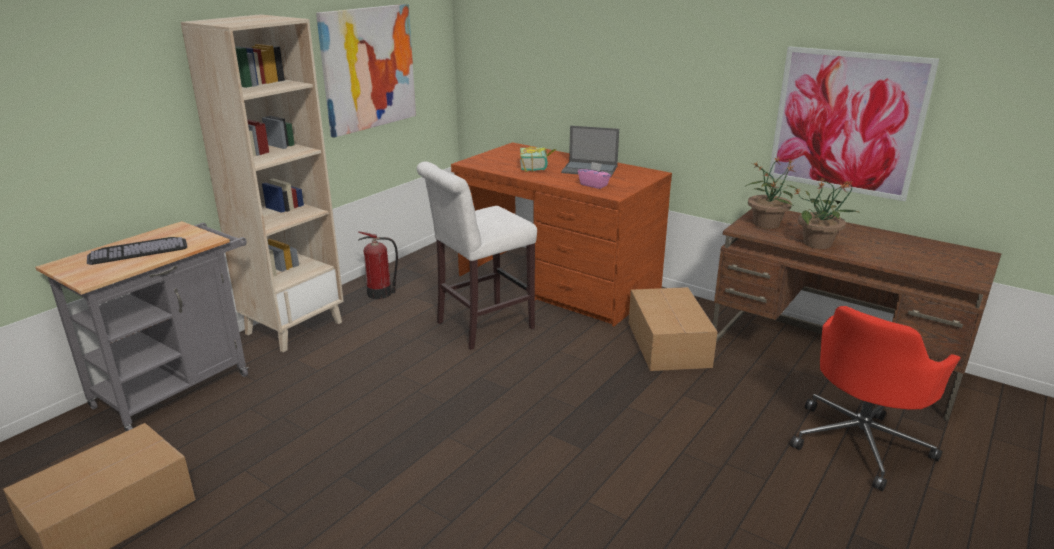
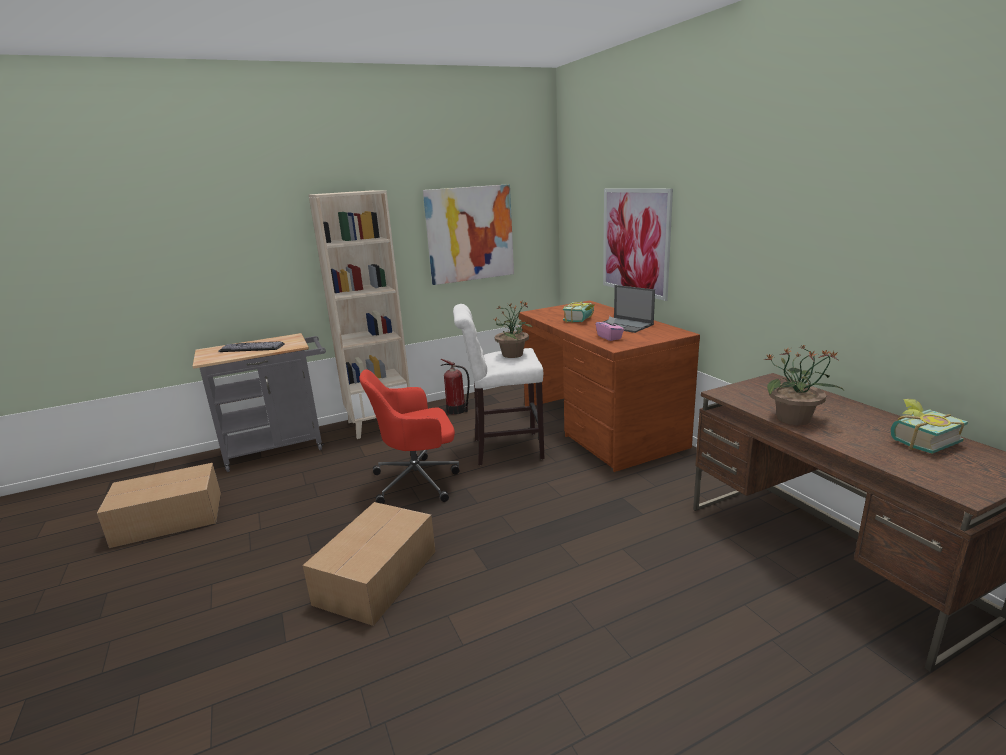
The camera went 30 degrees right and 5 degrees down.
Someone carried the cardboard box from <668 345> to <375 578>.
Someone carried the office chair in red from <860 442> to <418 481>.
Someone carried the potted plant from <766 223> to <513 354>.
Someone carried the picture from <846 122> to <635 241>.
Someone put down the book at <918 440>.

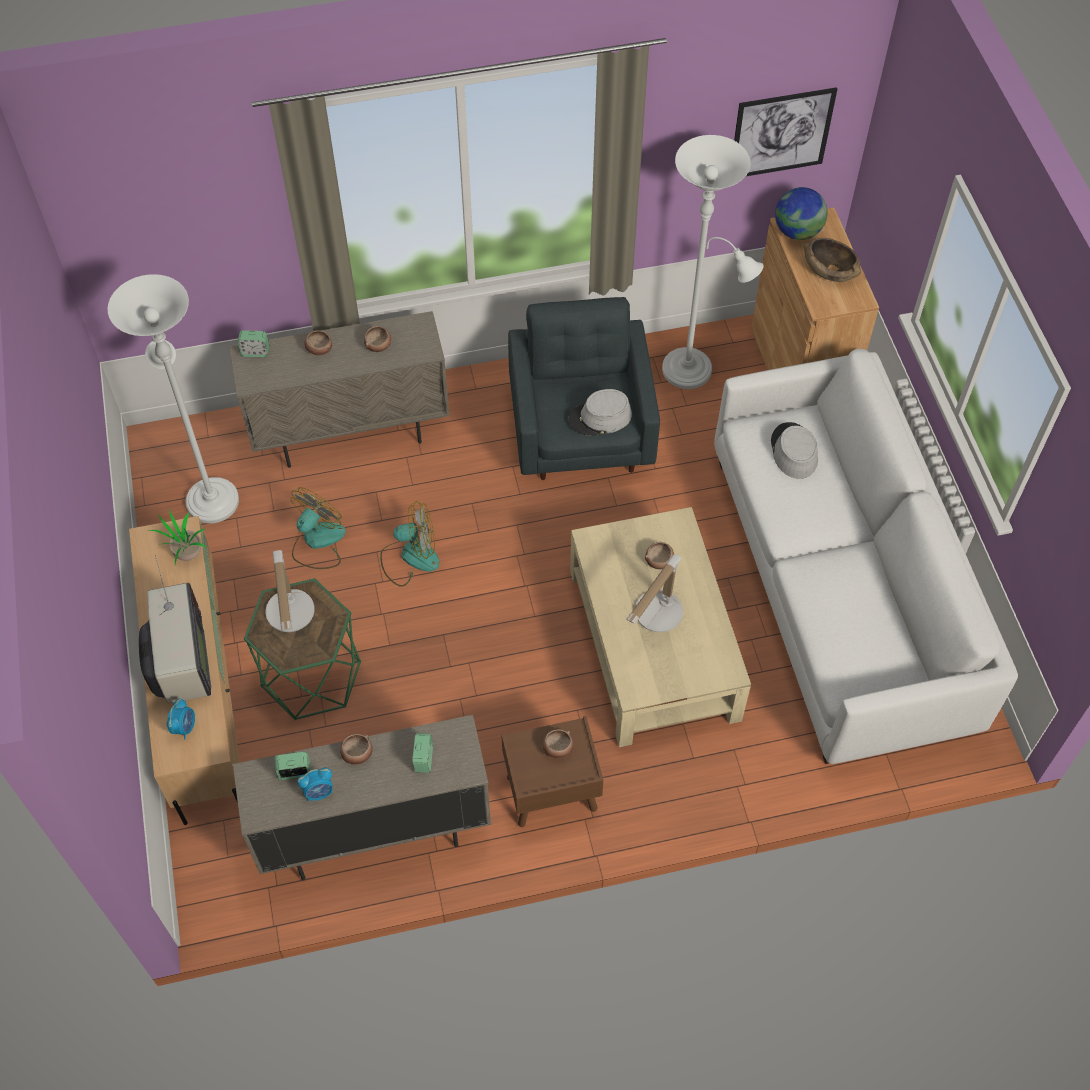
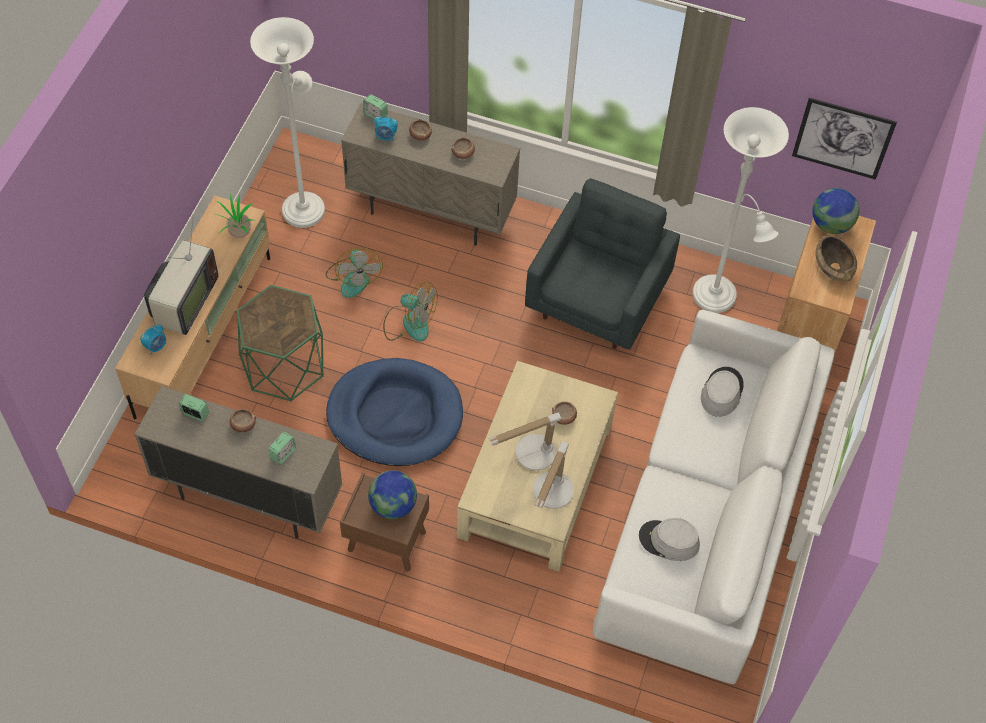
The camera went 30 degrees right and 0 degrees up.
Someone rotated the fan at <317 542> by 105 degrees clockwise.
Someone put down the dog bed in blue at <395 415>.
Someone swapped the bowl at <557 748> for the globe at <393 505>.
Someone carried the alarm clock from <319 791> to <386 137>.
Someone carried the table lamp from <291 617> to <551 495>.
Someone carried the hat in grey from <600 417> to <669 541>.

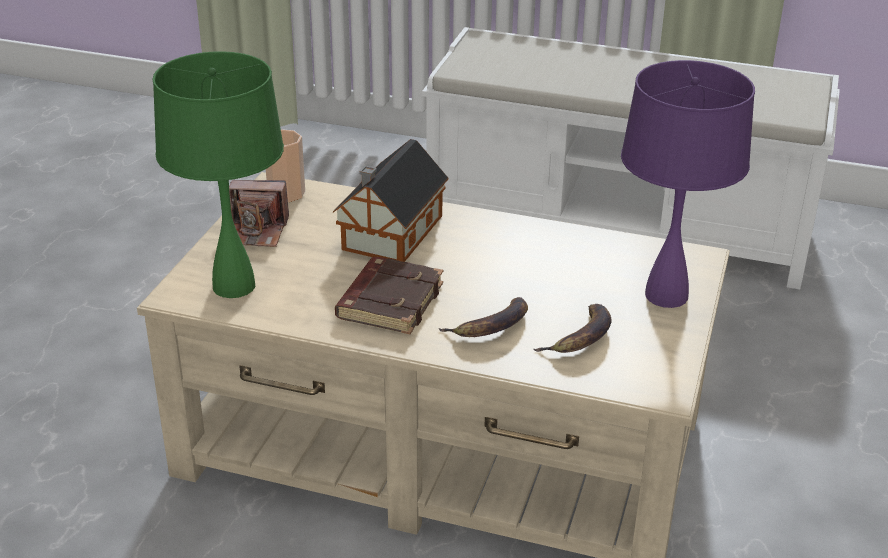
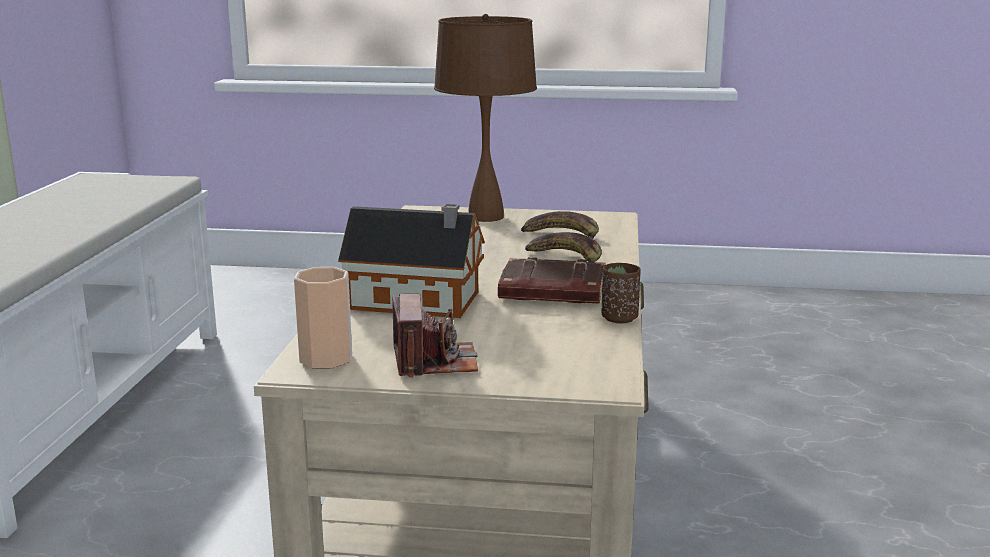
The camera went 100 degrees left and 15 degrees down.
Someone repainted the table lamp in purple at <665 295>, which became the table lamp in brown at <485 217>.
Someone put down the cup in brown at <619 318>.
Someone took away the table lamp in green at <233 285>.

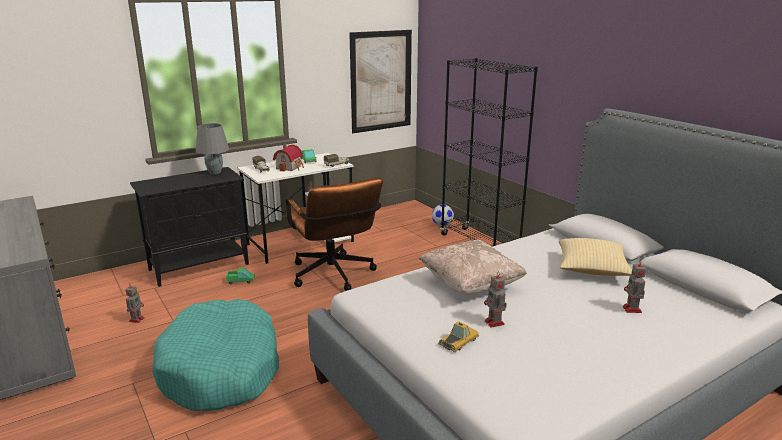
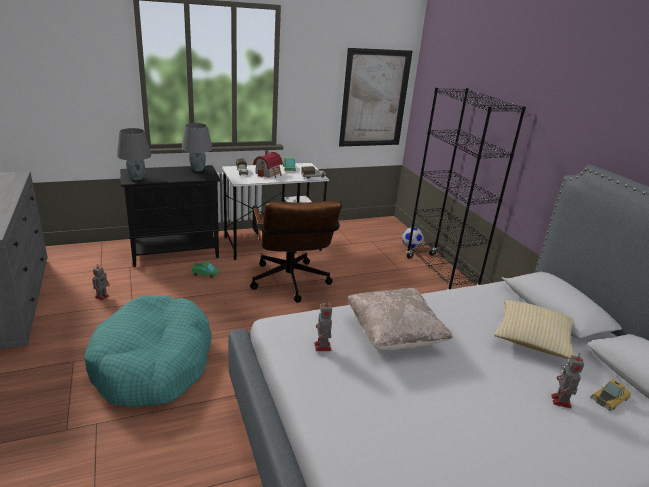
The camera went 10 degrees right and 5 degrees up.
Someone put down the table lamp in grey at <136 178>.
Someone carried the toy robot from <495 323> to <322 347>.
Someone carried the toy car from <459 341> to <610 398>.

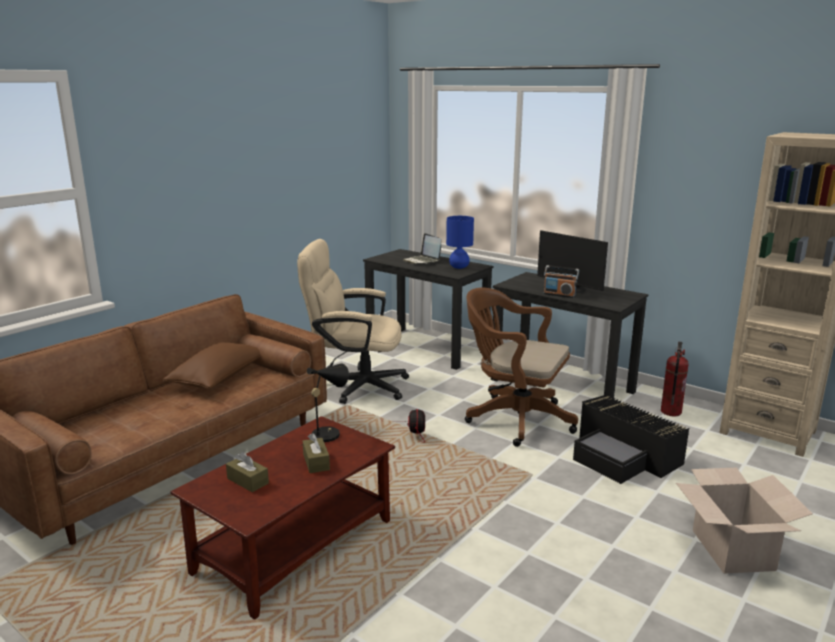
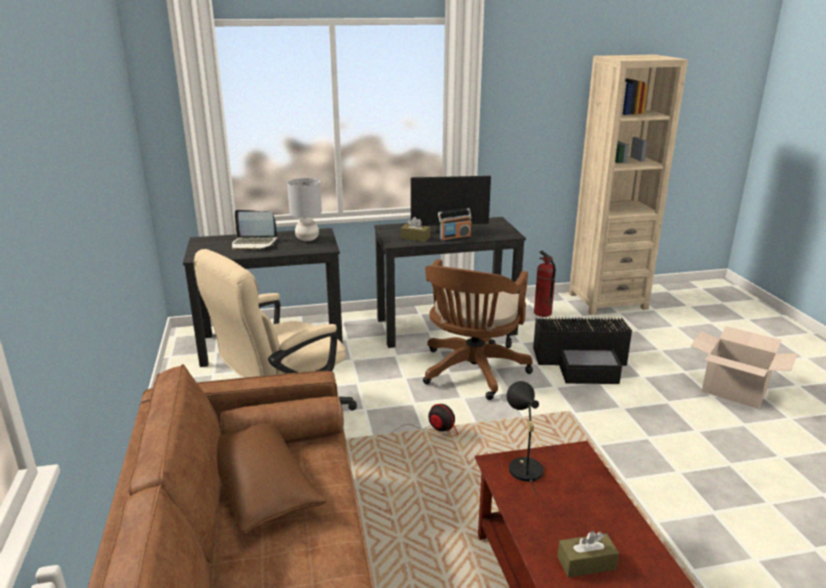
The camera went 50 degrees left and 5 degrees up.
Someone repainted the table lamp in blue at <459 267>, which became the table lamp in grey at <307 239>.
Someone carried the tissue box in brown from <316 462> to <415 238>.
Someone rotated the office chair in brown at <514 419> by 45 degrees counterclockwise.

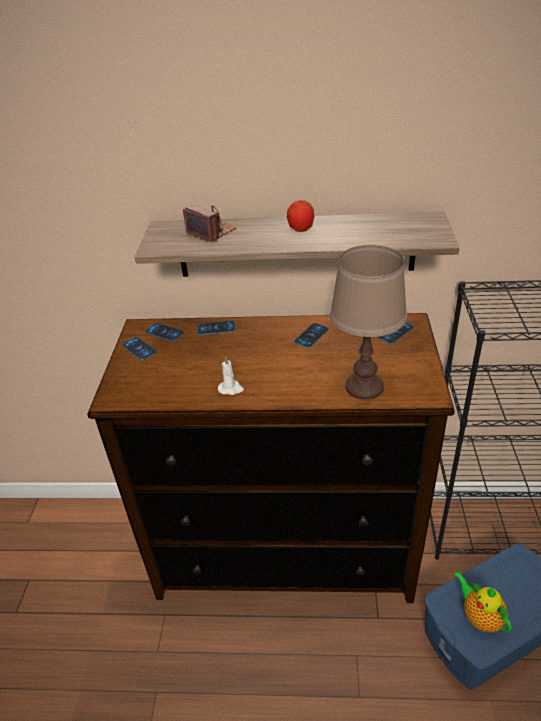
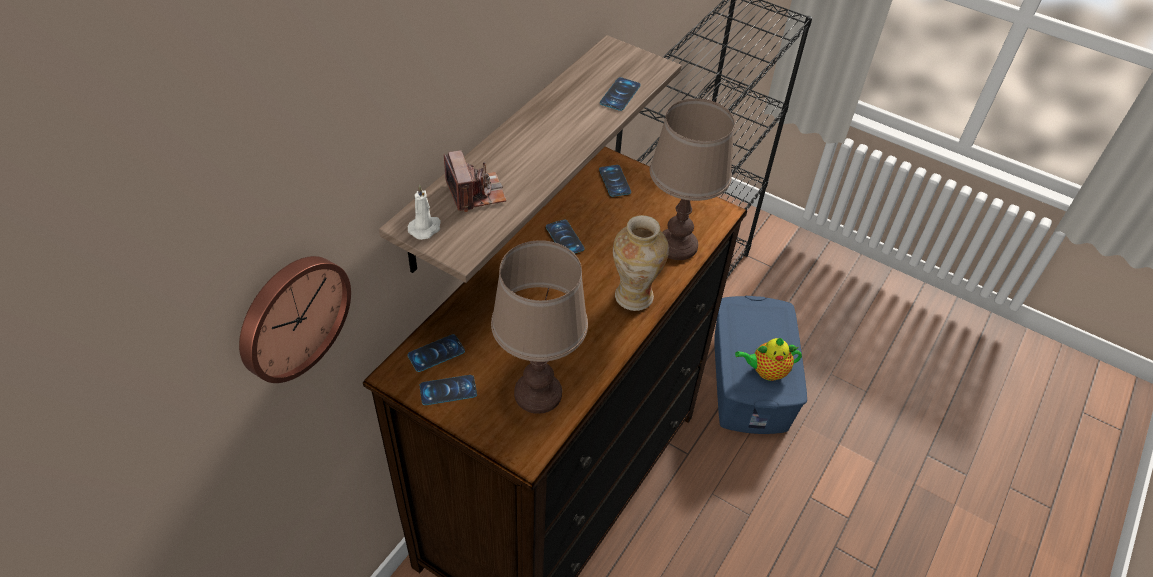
The camera went 65 degrees left and 10 degrees up.
Someone put up the wall clock at <291 316>.
Someone carried the candle in white from <231 389> to <425 228>.
Someone rotated the photo camera at <211 232> by 90 degrees clockwise.
Someone put down the table lamp in brown at <537 394>.
Someone carried the phone from <216 328> to <620 94>.
Someone put down the vase at <633 297>.
Someone took away the apple at <301 229>.

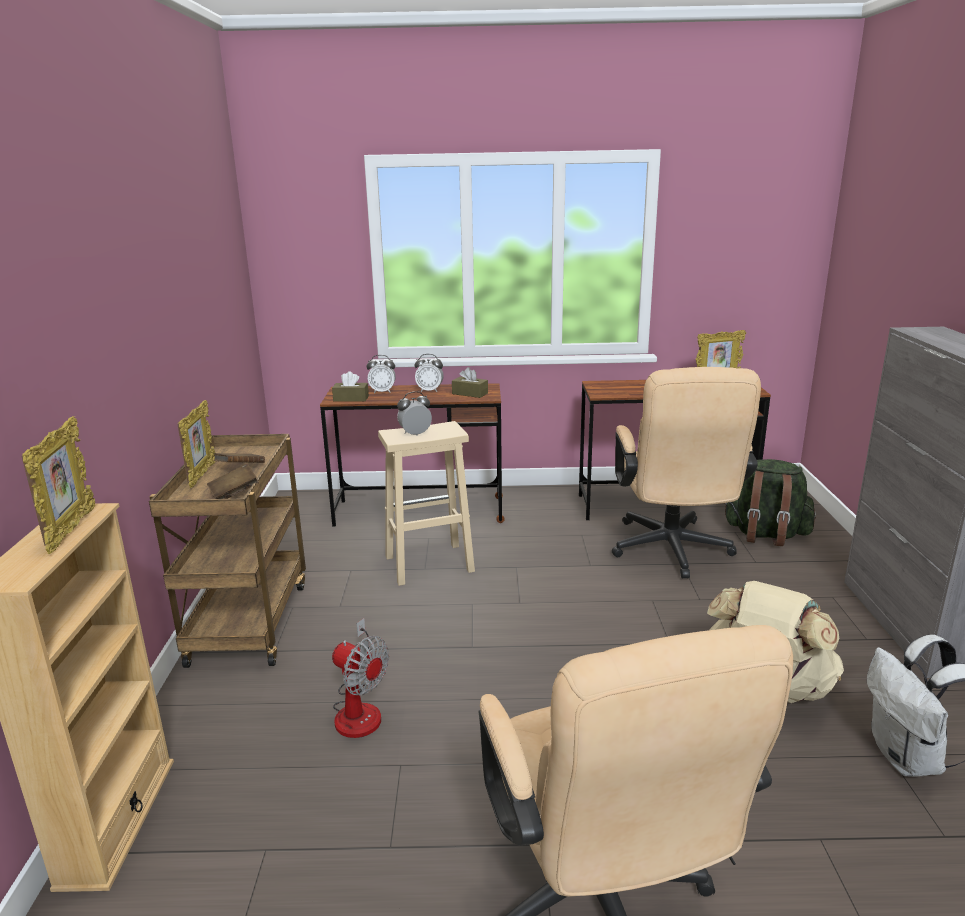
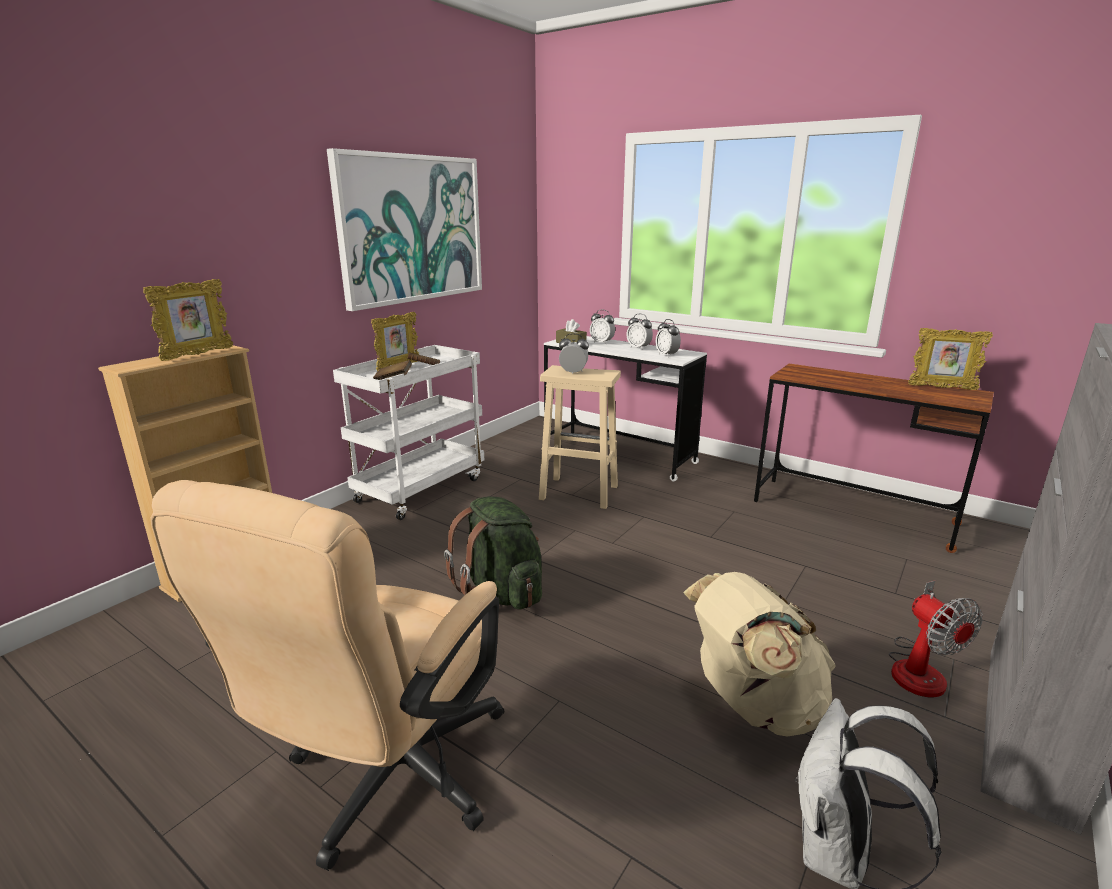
The camera went 35 degrees right and 0 degrees up.
Someone put up the picture at <412 229>.
Someone repainted the cart in brown at <248 621>, which became the cart in white at <420 488>.
Someone carried the backpack in green from <765 535> to <501 592>.
Someone repainted the desk in brown at <419 511>, which became the desk in white at <618 455>.
Someone swapped the tissue box in brown at <470 393> for the alarm clock at <667 355>.
Someone carried the fan from <360 709> to <919 668>.
Someone took away the office chair in beige at <672 553>.

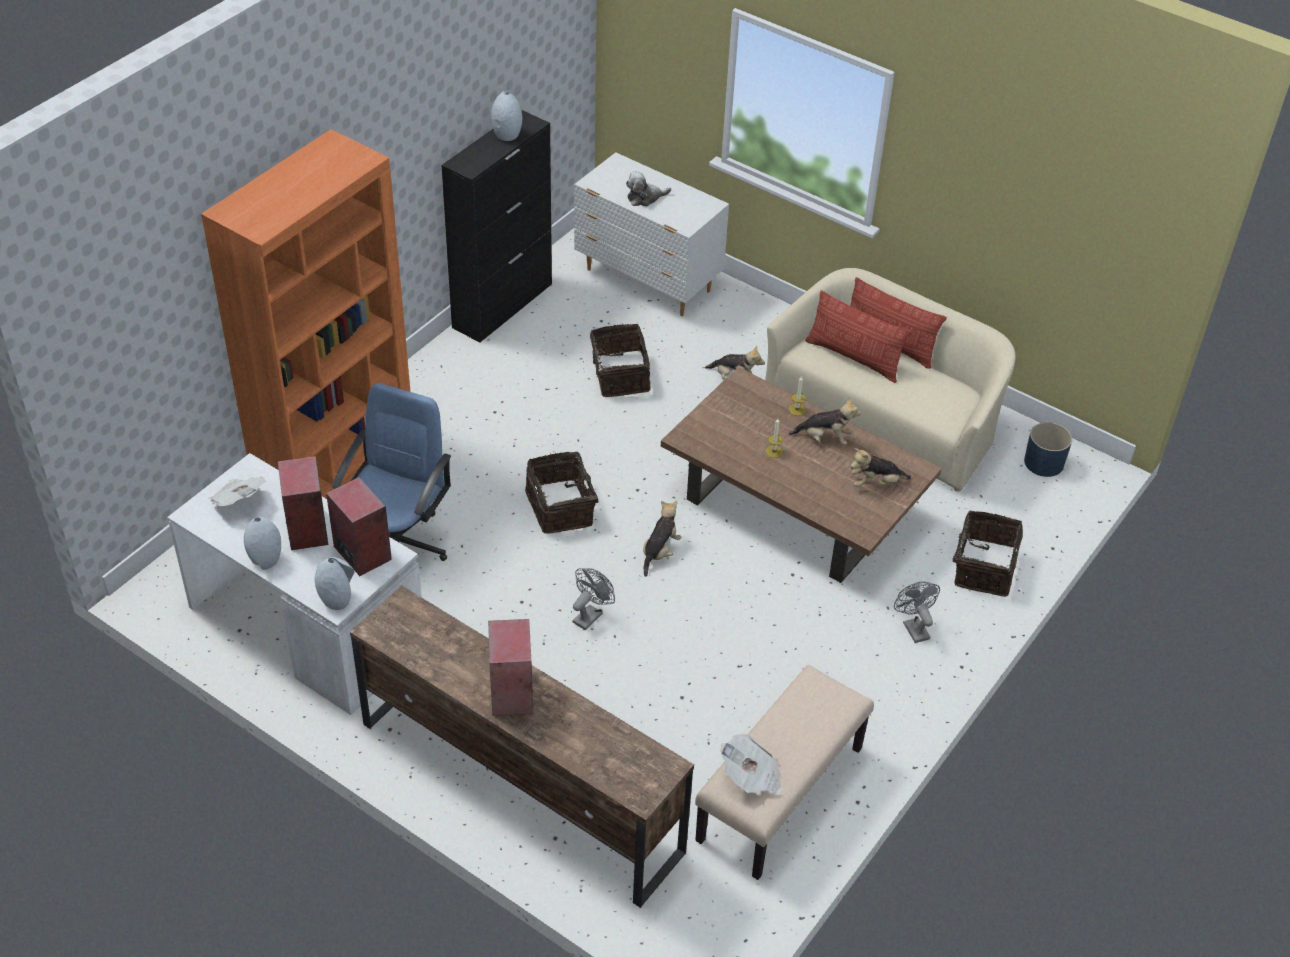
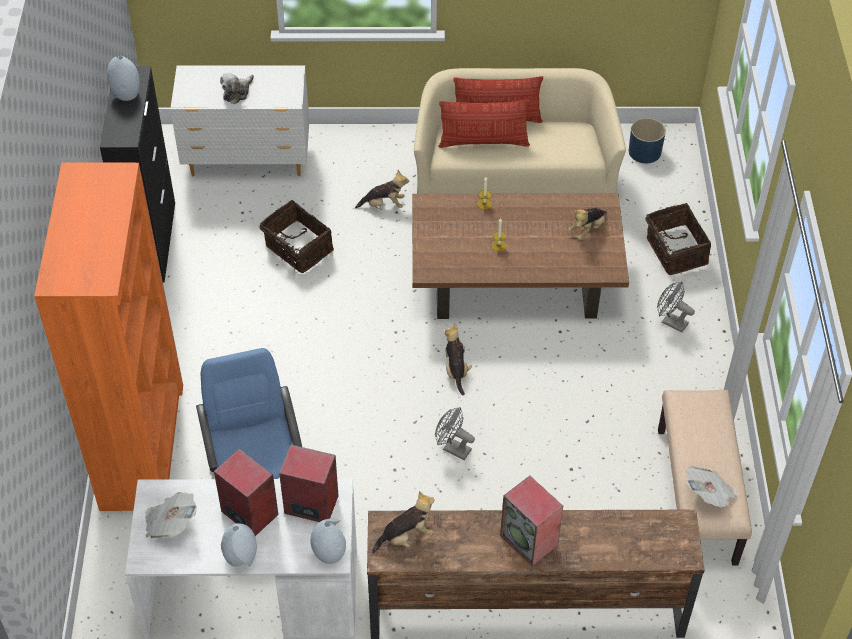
The camera went 35 degrees left and 5 degrees up.
Someone carried the plush toy from <824 438> to <406 536>.
Someone rotated the fan in grey at <590 615> by 60 degrees counterclockwise.
Someone took away the basket at <562 507>.

